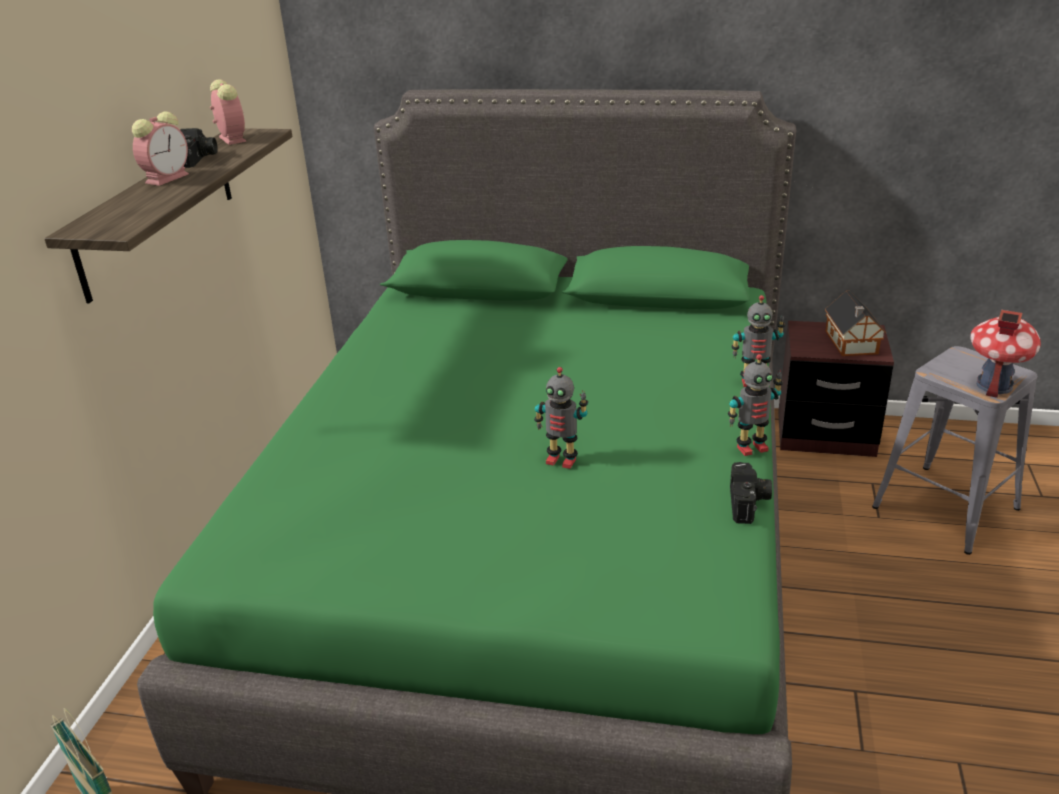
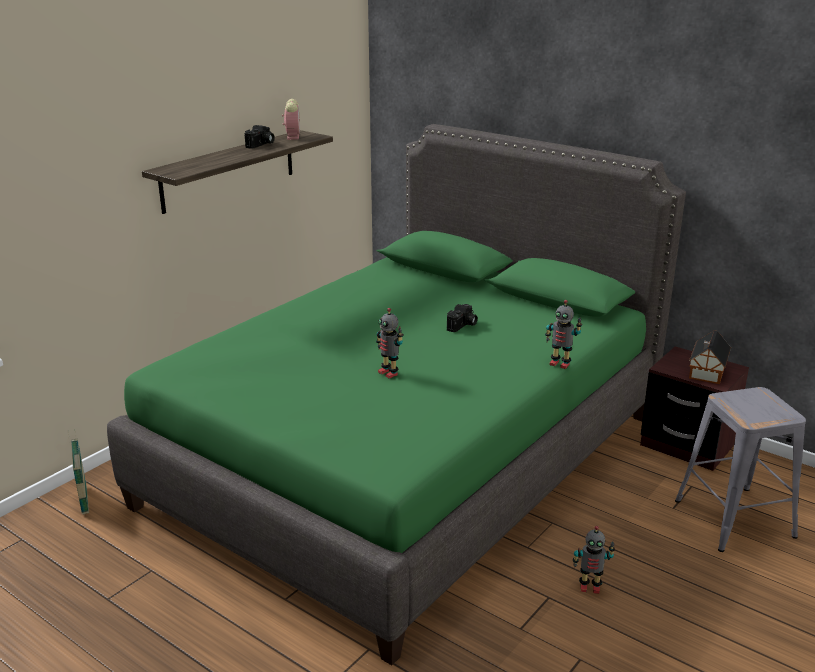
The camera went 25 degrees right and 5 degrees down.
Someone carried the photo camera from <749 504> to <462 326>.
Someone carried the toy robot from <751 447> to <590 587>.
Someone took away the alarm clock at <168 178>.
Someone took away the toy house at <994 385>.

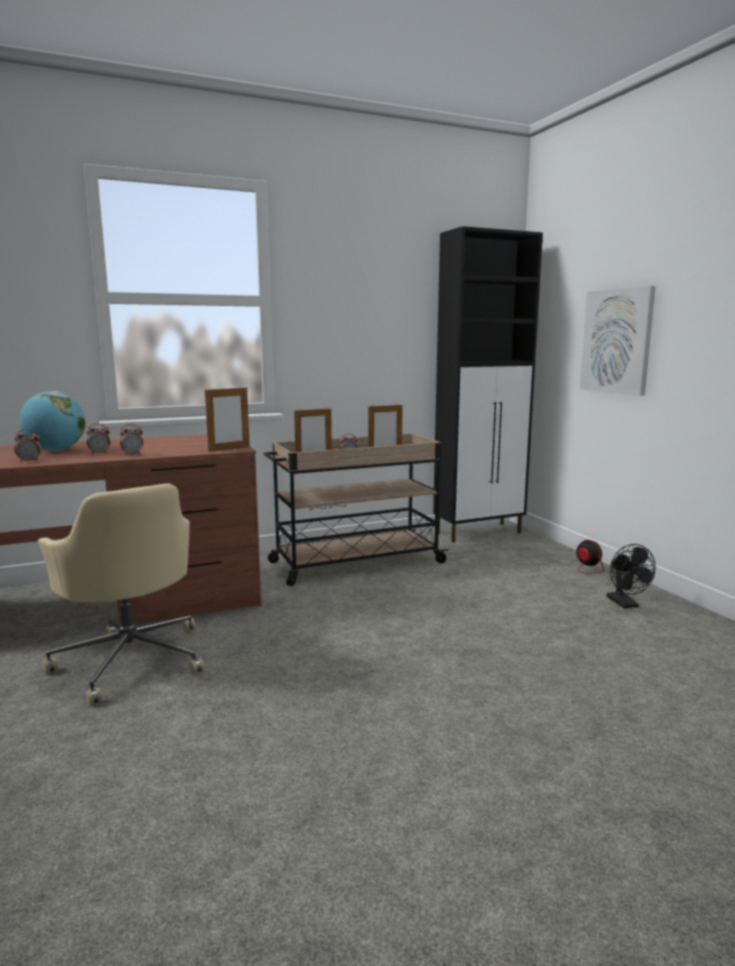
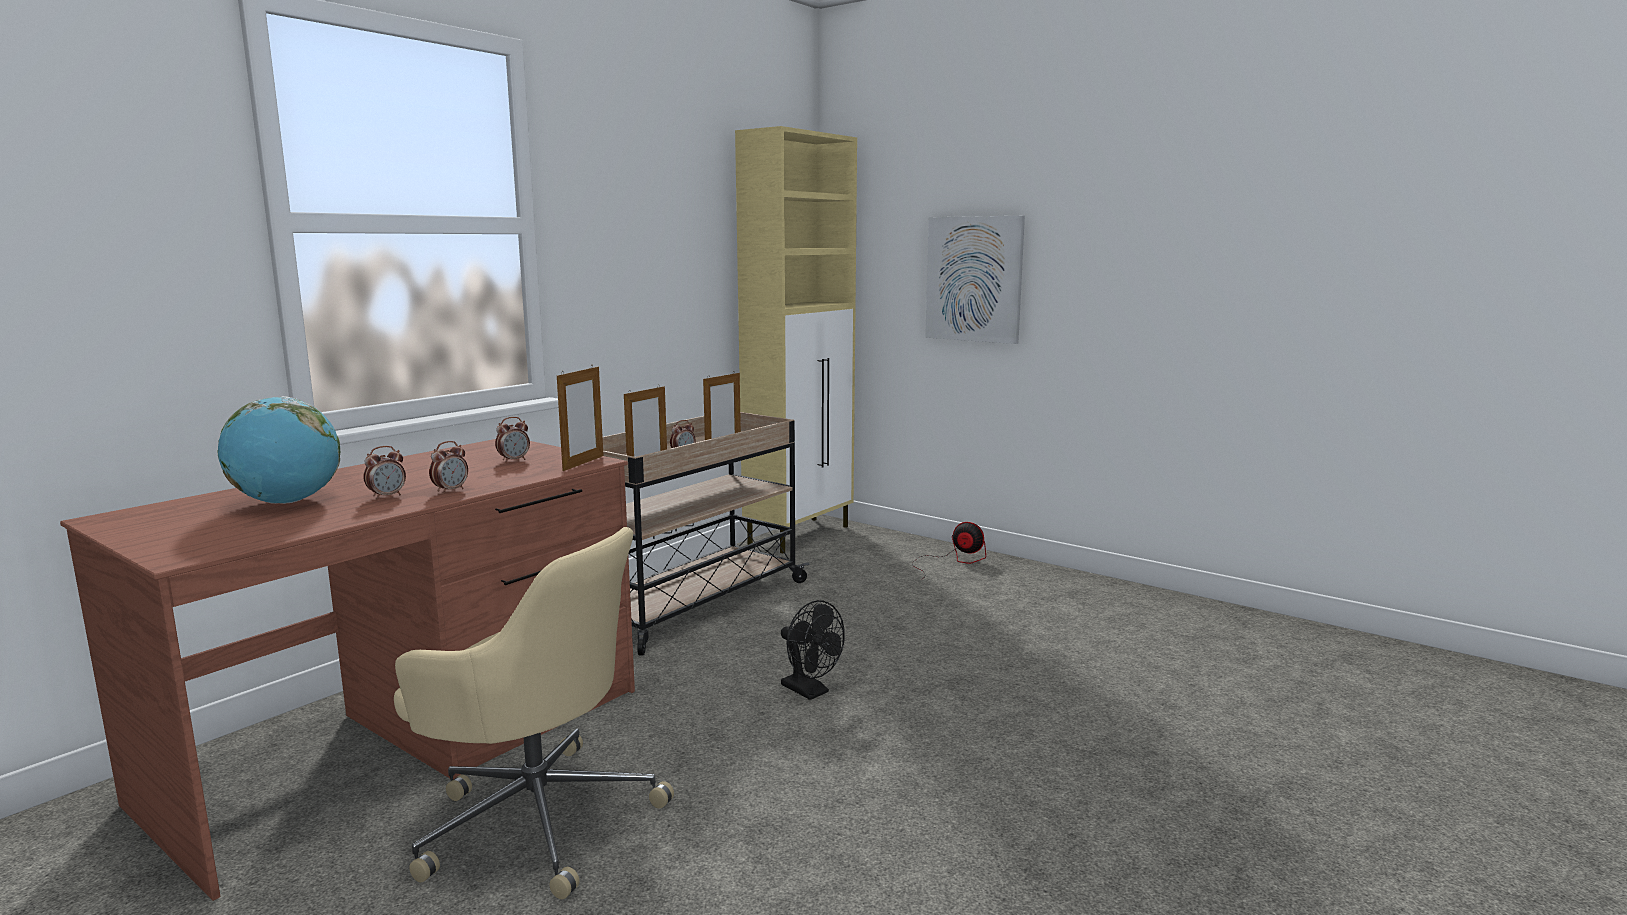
The camera went 30 degrees left and 0 degrees up.
Someone carried the alarm clock from <29 461> to <514 460>.
Someone repainted the cabinet in black at <479 532>, which became the cabinet in beige at <800 535>.
Someone carried the fan in black from <625 604> to <810 691>.

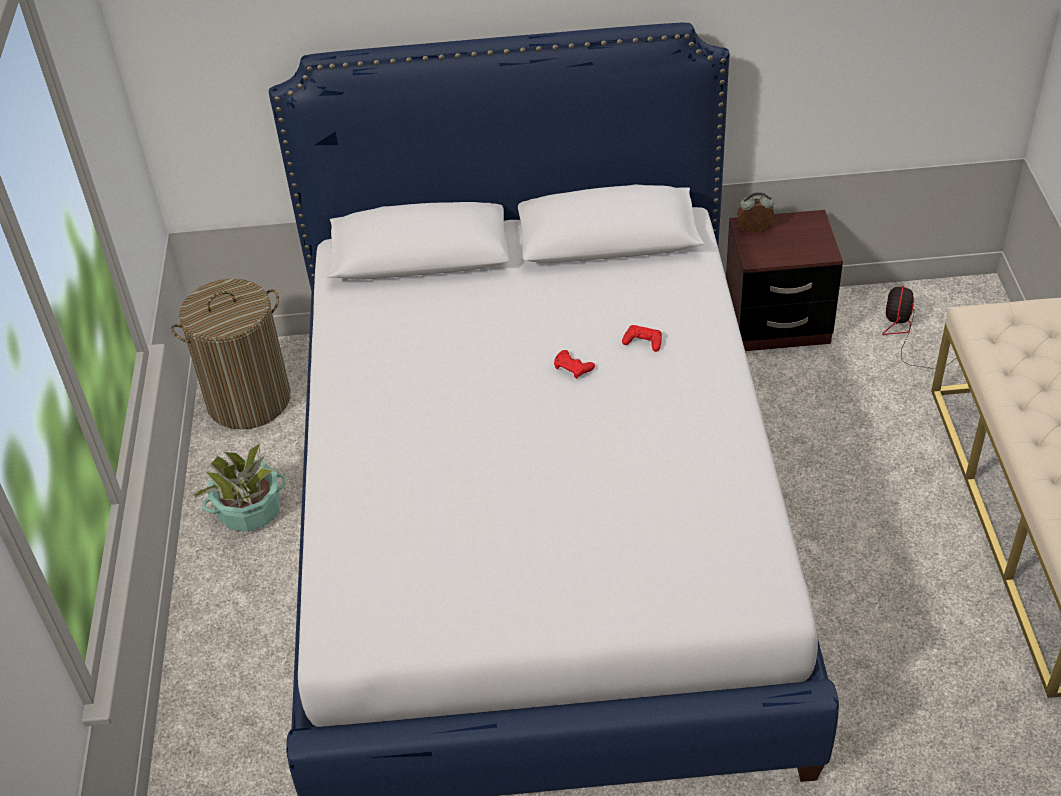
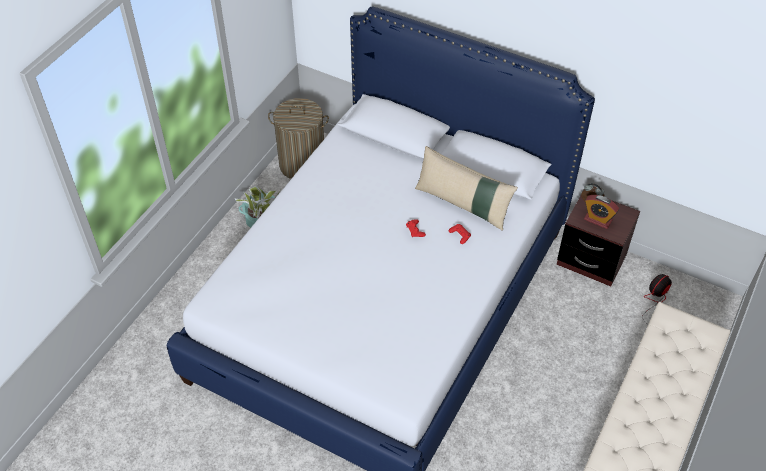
The camera went 30 degrees right and 5 degrees up.
Someone put down the pillow in beige at <463 204>.
Someone put down the alarm clock at <597 220>.

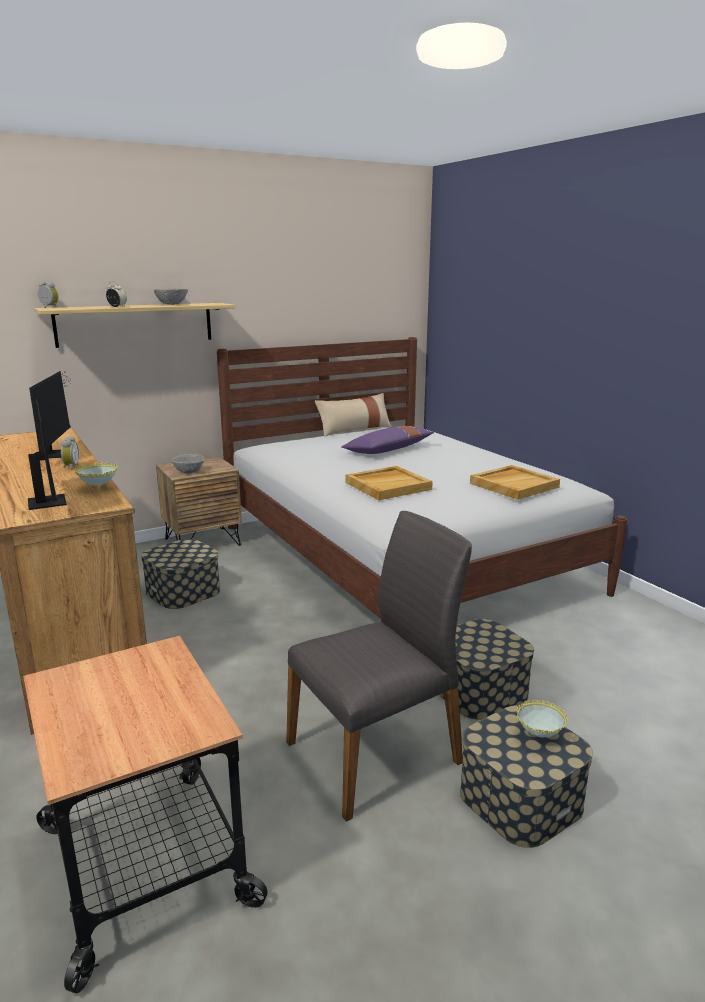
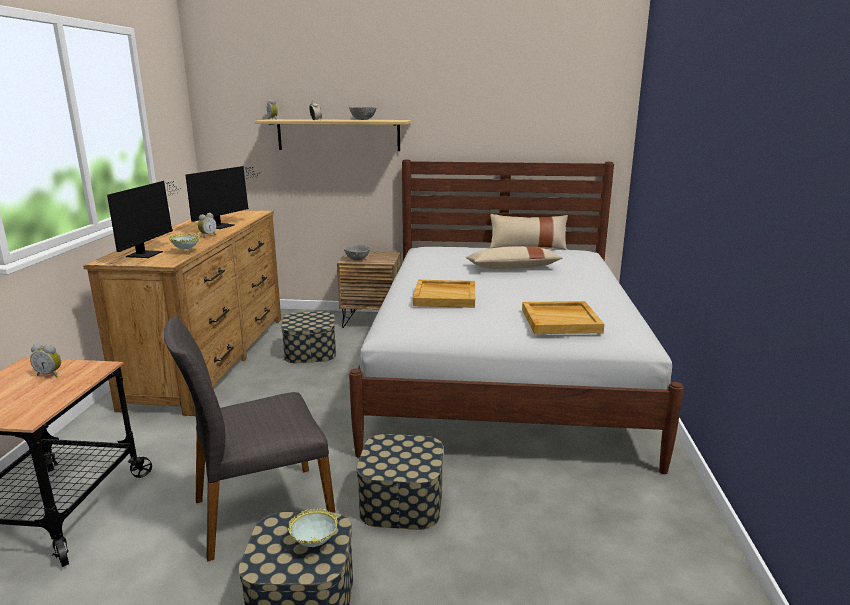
The camera went 35 degrees right and 0 degrees up.
Someone put down the alarm clock at <50 374>.
Someone rotated the chair in grey at <376 753> by 150 degrees clockwise.
Someone repainted the pillow in purple at <388 450>, which became the pillow in beige at <512 268>.

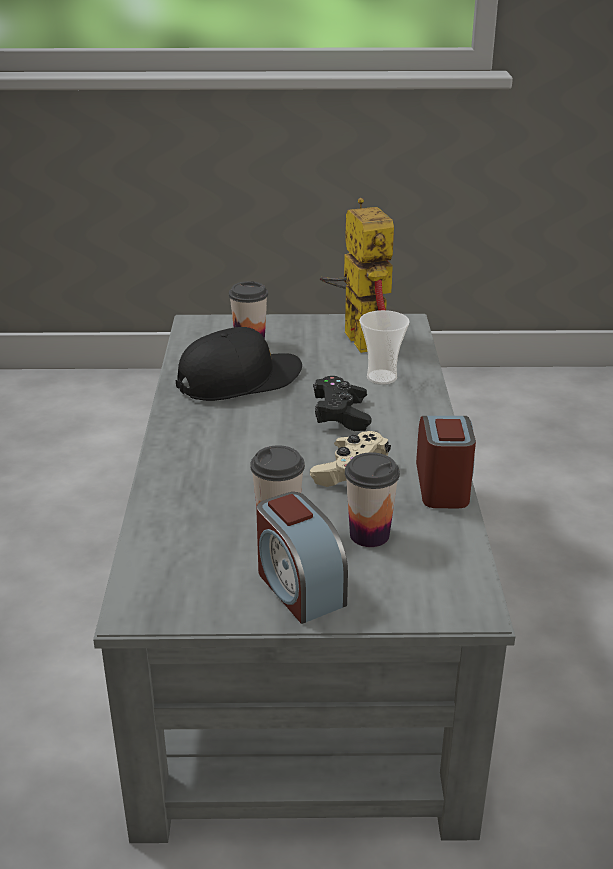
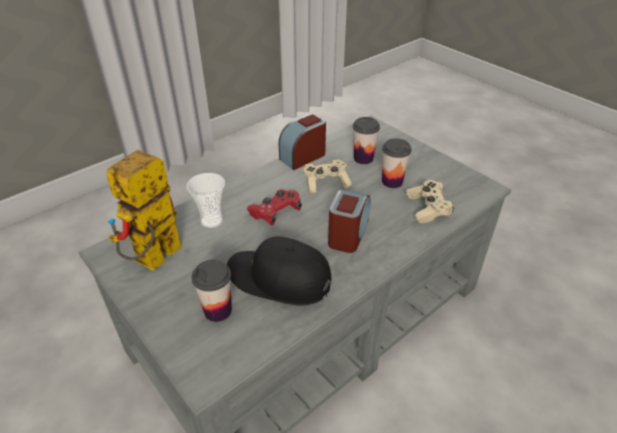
The camera went 130 degrees left and 10 degrees up.
Someone repainted the game controller in black at <341 415>, which became the game controller in red at <275 213>.
Someone carried the alarm clock from <298 587> to <348 233>.
Someone put down the game controller in beige at <427 208>.

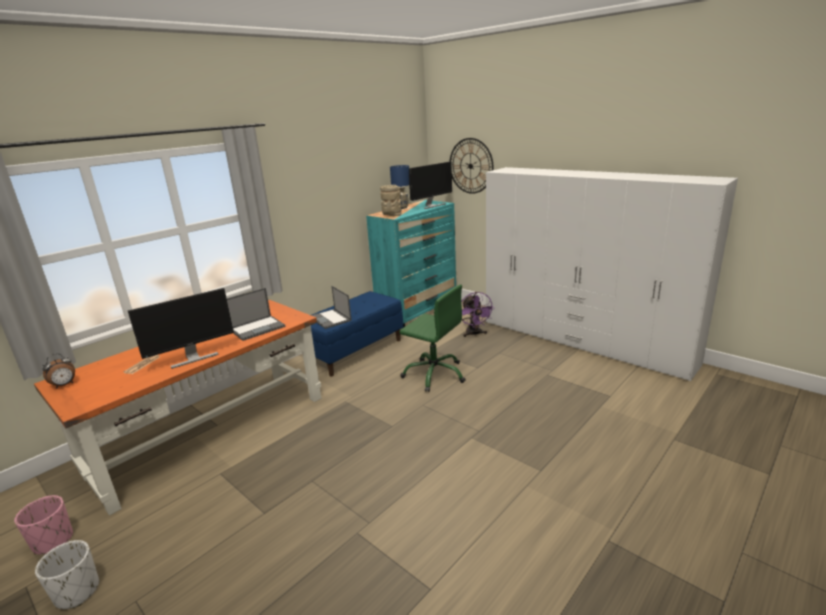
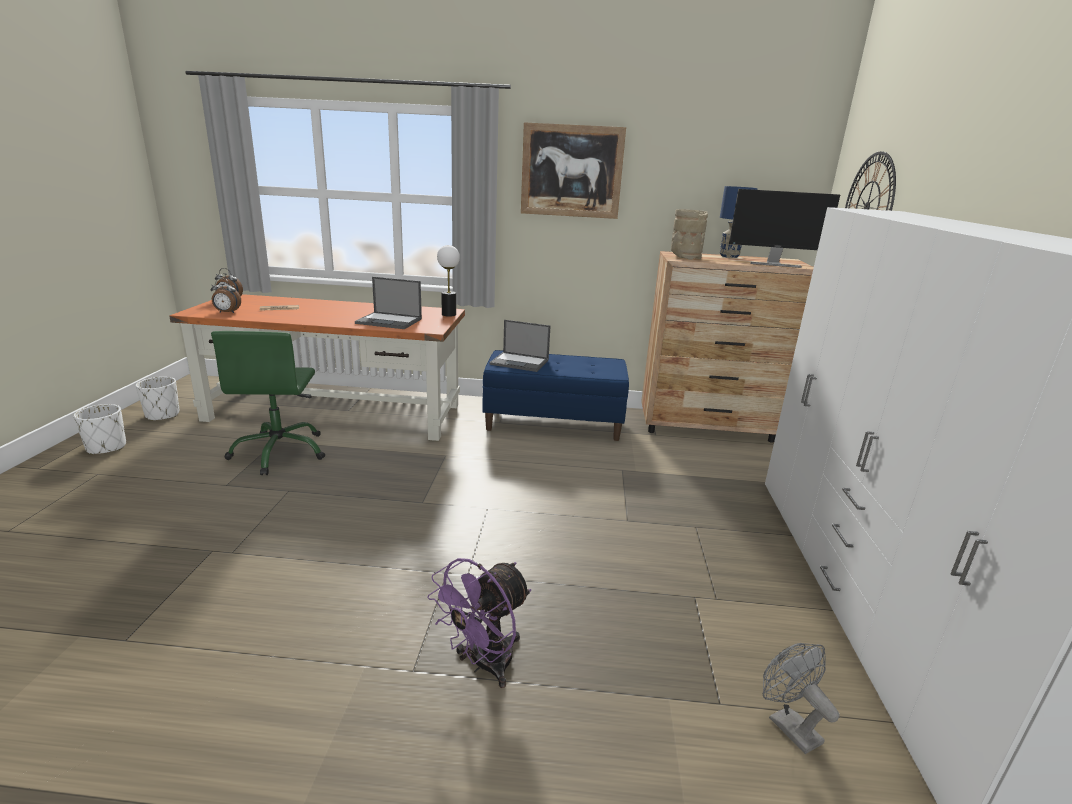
The camera went 50 degrees right and 0 degrees up.
Someone repainted the planter in pink at <53 541>, which became the planter in white at <162 415>.
Someone put down the alarm clock at <227 312>.
Someone carried the office chair in green from <434 374> to <280 452>.
Someone carried the fan in purple from <474 334> to <483 665>.
Someone put down the table lamp at <449 314>.
Someone rotated the laptop at <331 319> by 90 degrees counterclockwise.
Someone put up the picture at <571 171>.
Someone repainted the dresser in turquoise at <418 311>, which became the dresser in brown at <707 426>.
Someone put down the fan in grey at <788 725>.
Someone took away the monitor at <192 358>.

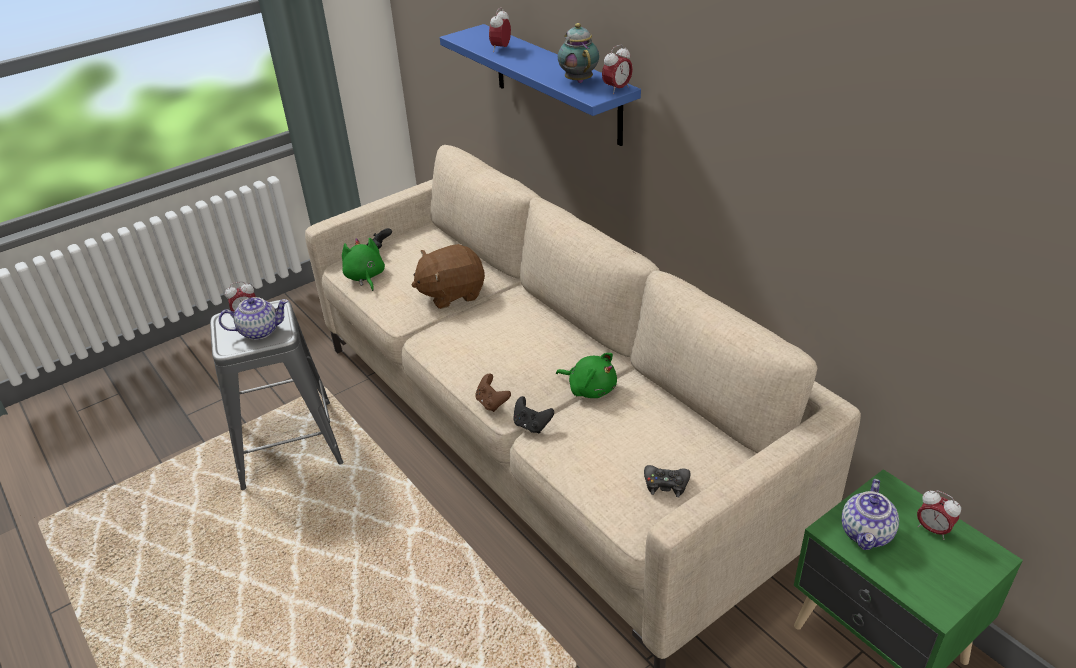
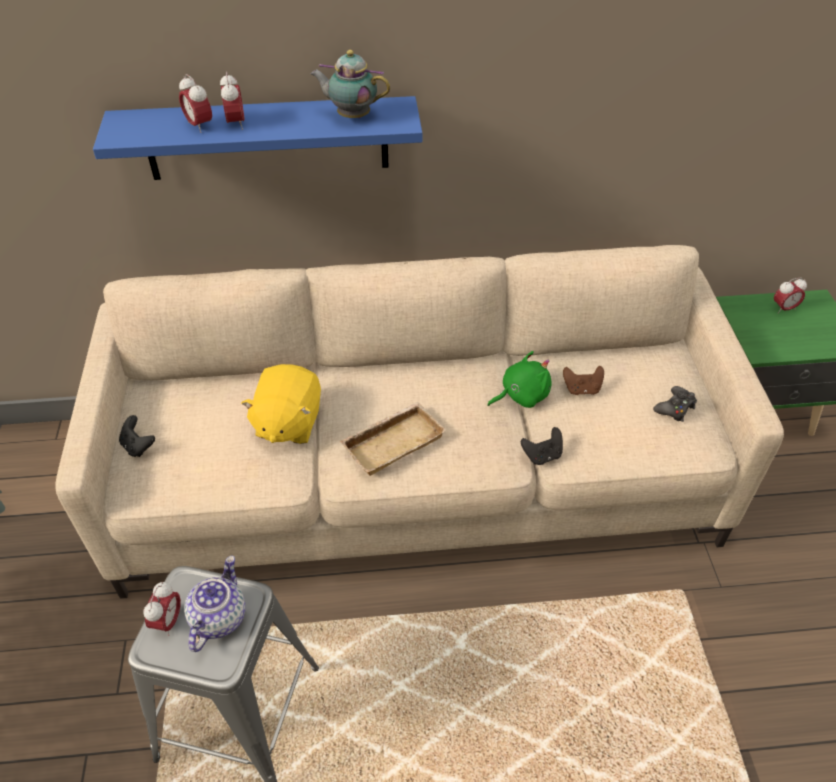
The camera went 60 degrees left and 10 degrees up.
Someone carried the alarm clock from <617 89> to <236 123>.
Someone repainted the plush toy in brown at <451 293>, which became the plush toy in yellow at <287 422>.
Someone put down the tray in beige at <393 441>.
Someone carried the game controller in brown from <492 403> to <582 389>.
Someone took away the plush toy in green at <365 277>.
Someone took away the teapot at <867 533>.

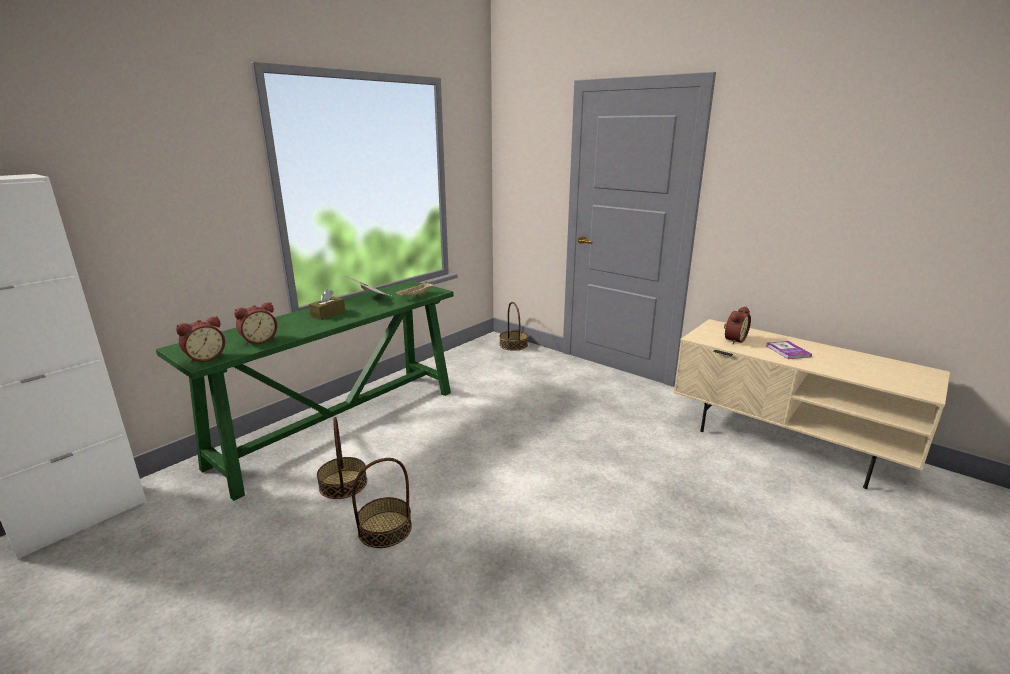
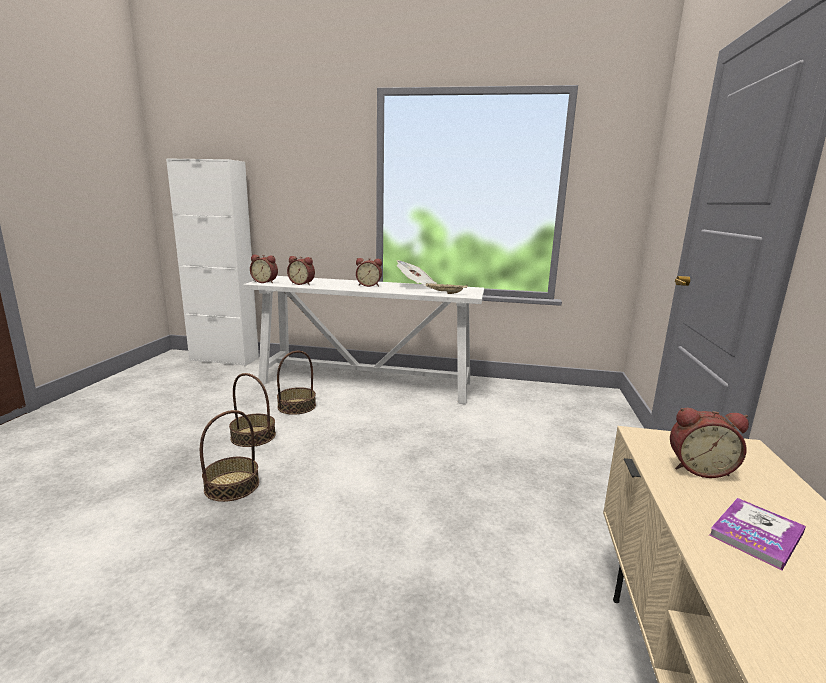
The camera went 60 degrees right and 5 degrees down.
Someone carried the basket from <513 345> to <232 486>.
Someone repainted the console table in green at <342 426>, which became the console table in white at <367 383>.
Someone swapped the tissue box in brown at <328 314> for the alarm clock at <369 285>.

